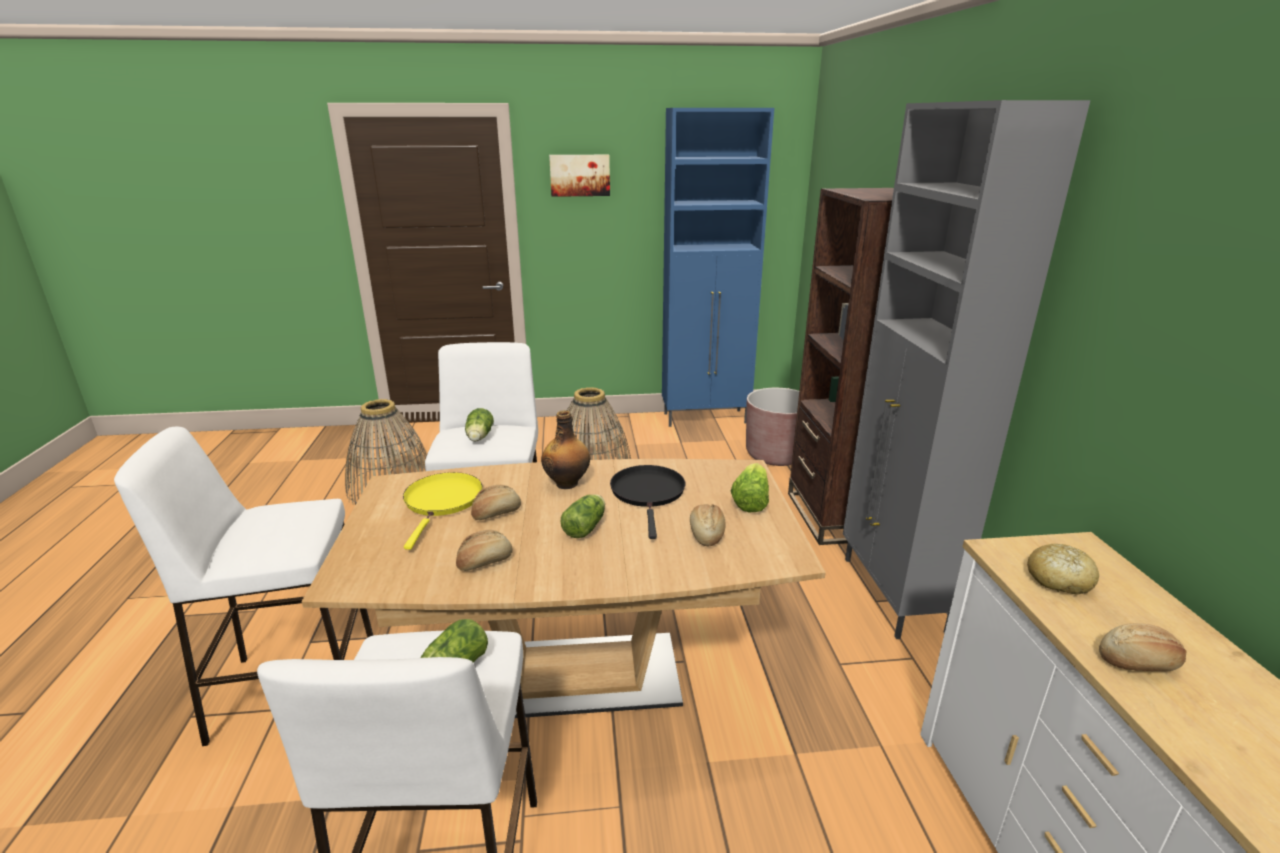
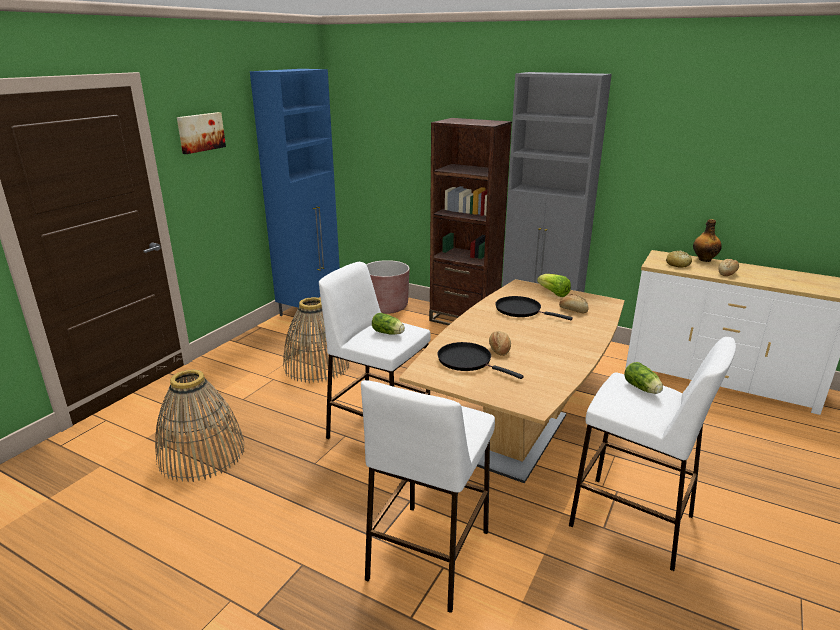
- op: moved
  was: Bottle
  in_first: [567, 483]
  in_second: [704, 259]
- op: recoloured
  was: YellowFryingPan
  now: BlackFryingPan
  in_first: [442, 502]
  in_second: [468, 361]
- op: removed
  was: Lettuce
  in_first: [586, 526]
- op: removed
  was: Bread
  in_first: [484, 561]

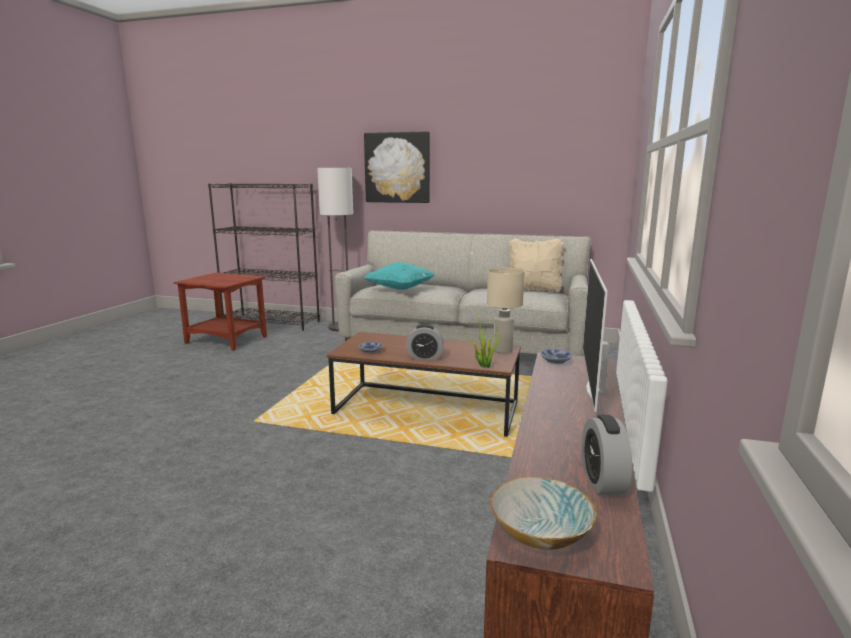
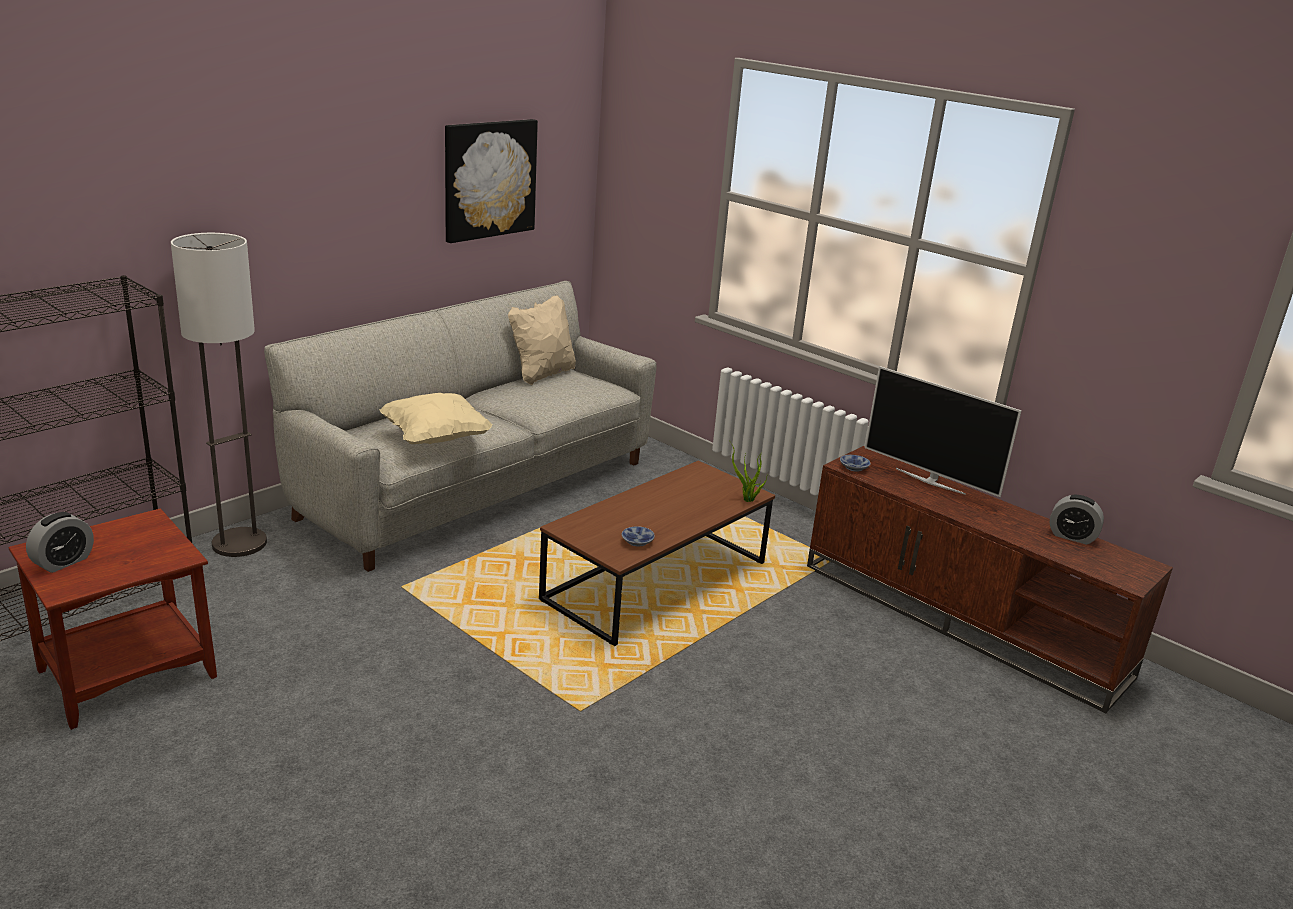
- op: moved
  was: Picture
  in_first: [397, 168]
  in_second: [489, 179]
- op: recoloured
  was: TurquoisePillow
  now: BeigePillow
  in_first: [400, 289]
  in_second: [436, 439]
- op: removed
  was: BeigeTableLamp
  in_first: [502, 351]
- op: moved
  was: AlarmClock
  in_first: [425, 357]
  in_second: [63, 562]
- op: removed
  was: Bowl
  in_first: [541, 534]

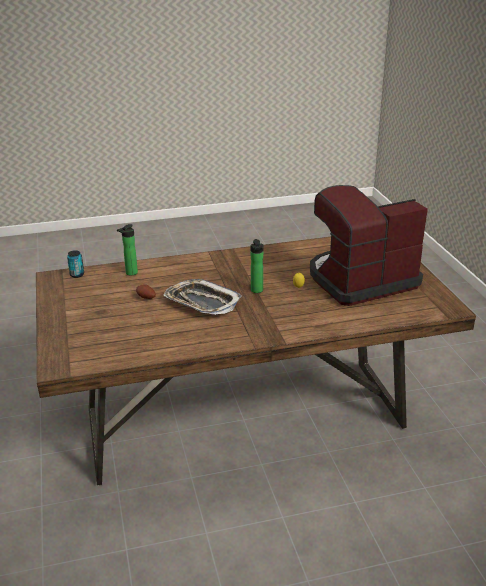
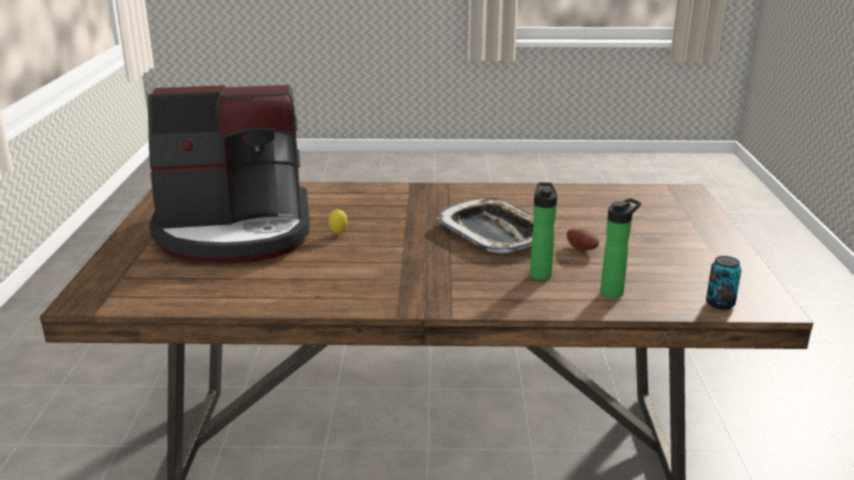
- op: moved
  was: Bottle
  in_first: [257, 291]
  in_second: [540, 273]

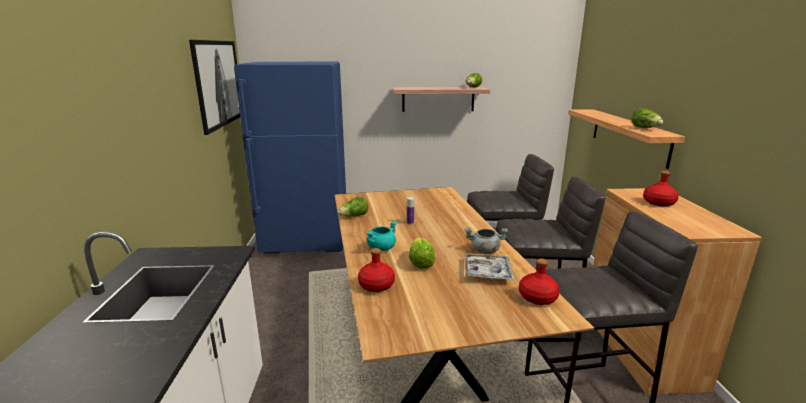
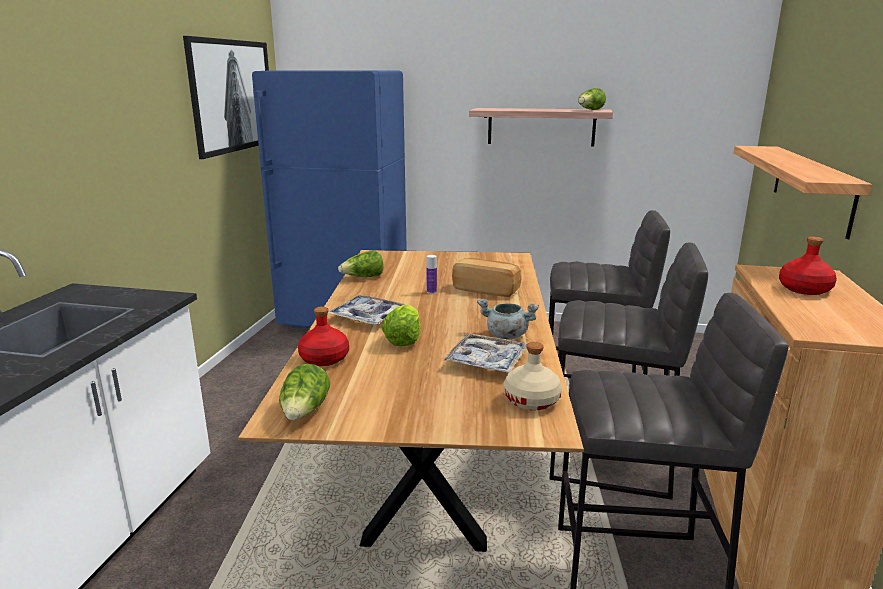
- op: moved
  was: Lettuce
  in_first: [645, 128]
  in_second: [305, 412]
- op: replaced
  was: TurquoiseCookingPot
  now: Tray
  in_first: [381, 248]
  in_second: [367, 317]
- op: recoloured
  was: RedBottle
  now: BeigeBottle
  in_first: [537, 297]
  in_second: [532, 400]
- op: added
  now: Bread
  in_second: [486, 289]

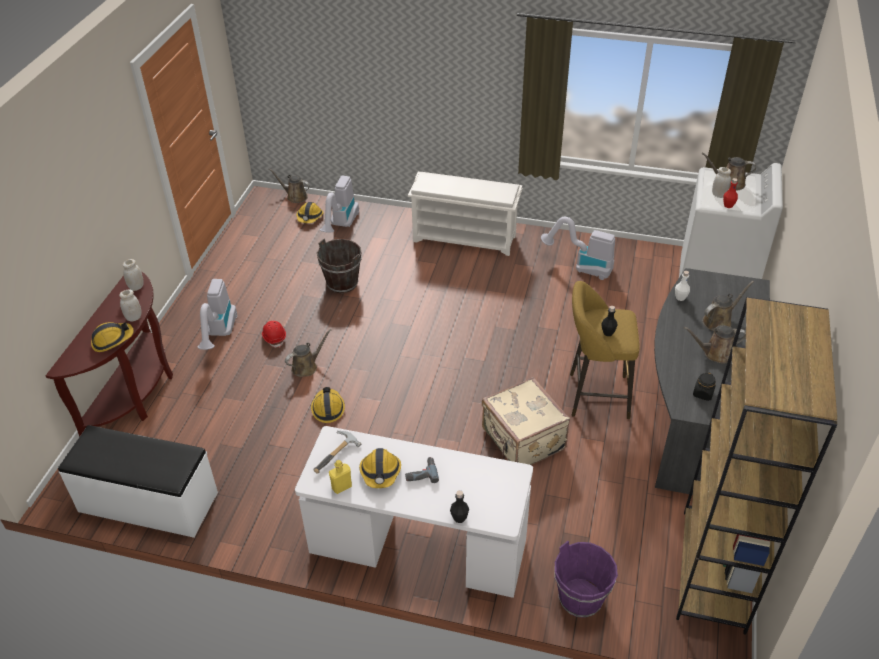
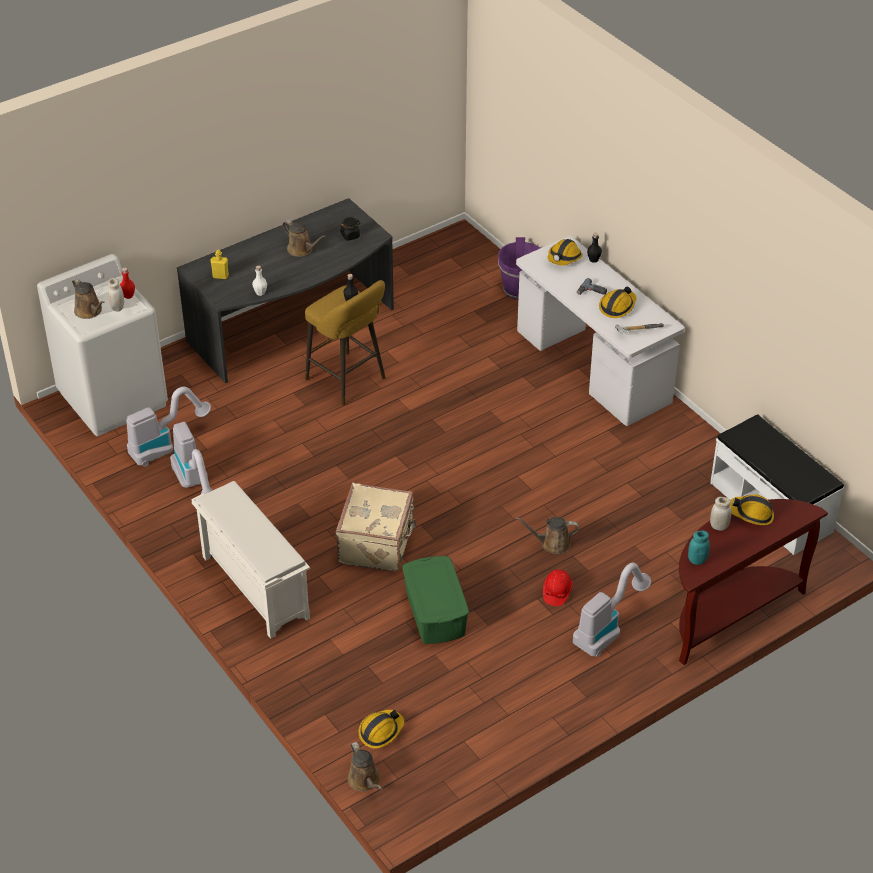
- op: moved
  was: VacuumCleaner
  in_first: [341, 226]
  in_second: [165, 446]
- op: replaced
  was: BrownBucket
  now: GreenStorageBox
  in_first: [342, 283]
  in_second: [434, 613]
- op: recoloured
  was: WhiteJar
  now: TurquoiseJar
  in_first: [136, 287]
  in_second: [697, 560]
- op: removed
  was: BrownWateringCan
  in_first: [719, 321]
- op: removed
  was: BrownBookcase
  in_first: [714, 570]
- op: moved
  was: BeigeSuitcase
  in_first: [522, 440]
  in_second: [377, 544]
- op: moved
  was: HardHat
  in_first: [328, 408]
  in_second: [564, 258]
- op: moved
  was: YellowBottle
  in_first: [341, 487]
  in_second: [220, 276]

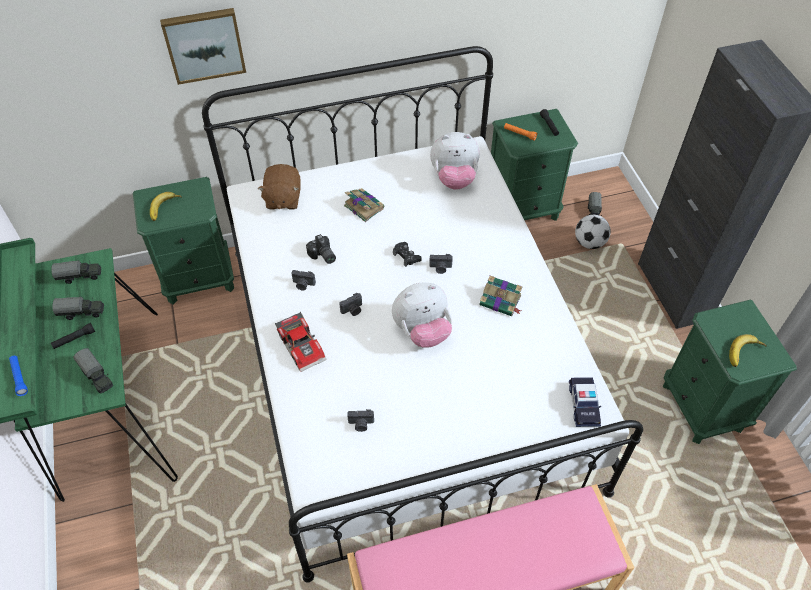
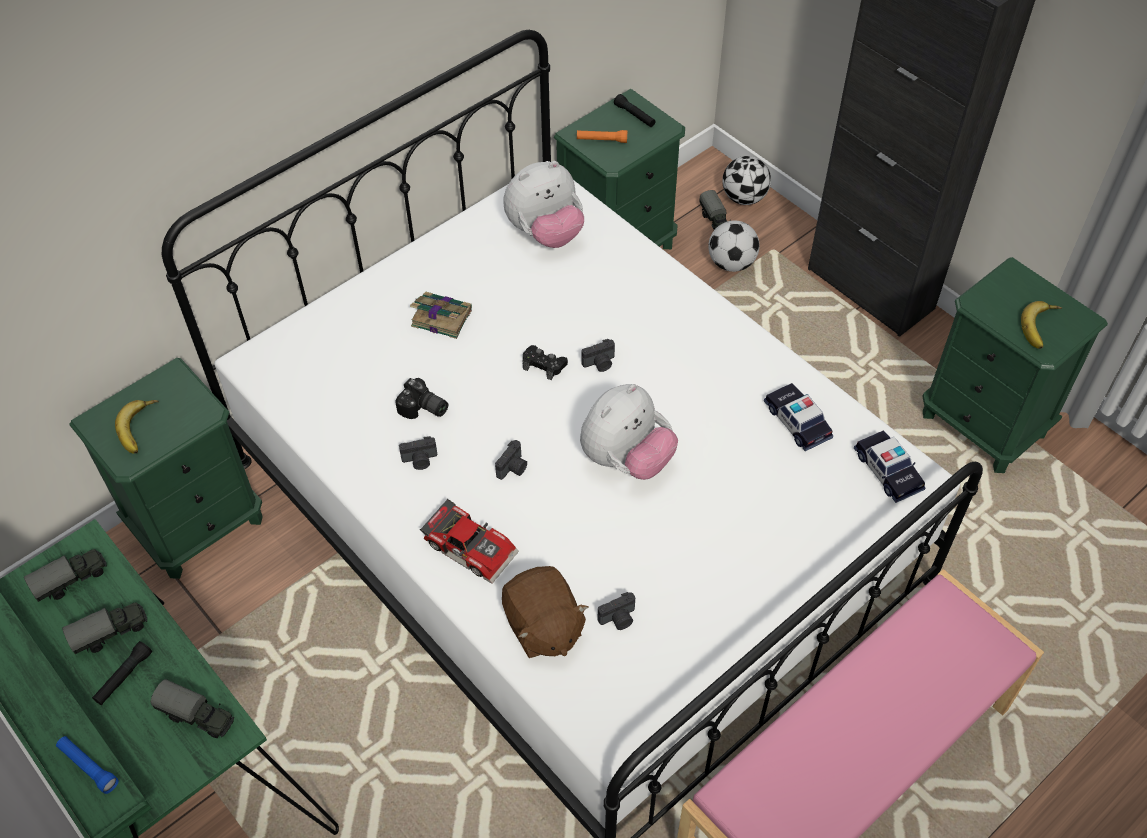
- op: removed
  was: Picture
  in_first: [204, 44]
- op: moved
  was: BrownPlushToy
  in_first: [282, 199]
  in_second: [543, 627]
- op: removed
  was: Book
  in_first: [501, 301]
- op: added
  now: Football
  in_second: [744, 198]
- op: added
  now: ToyCar
  in_second: [797, 421]

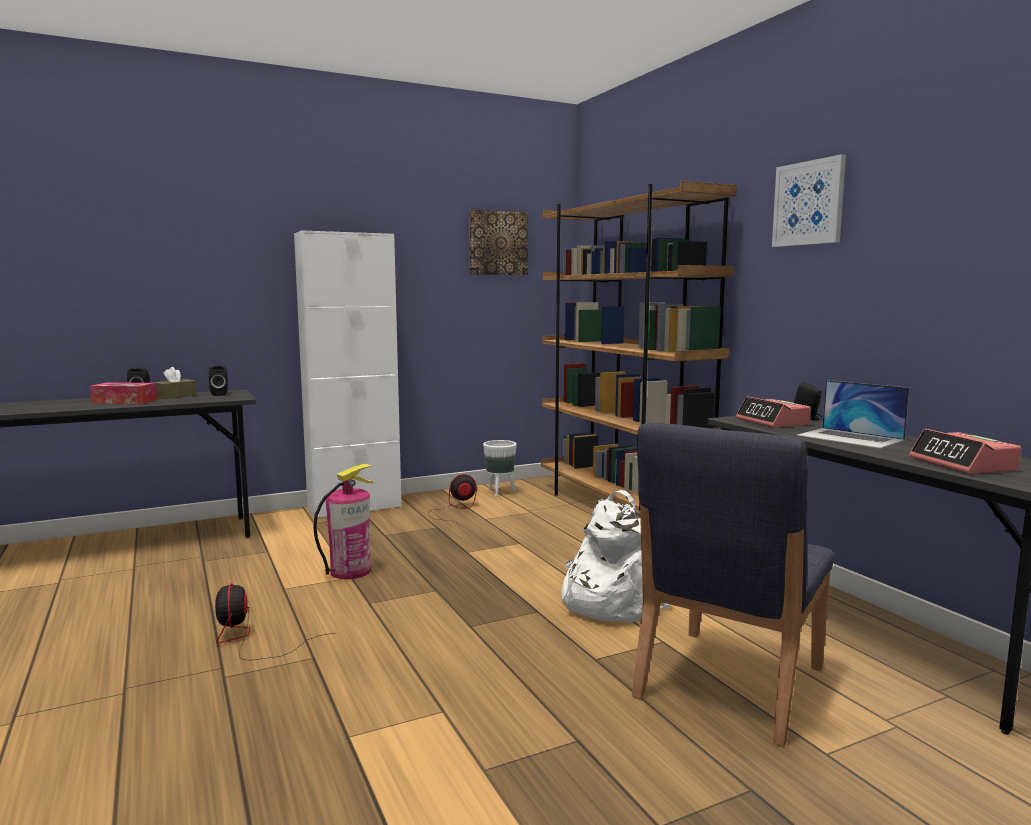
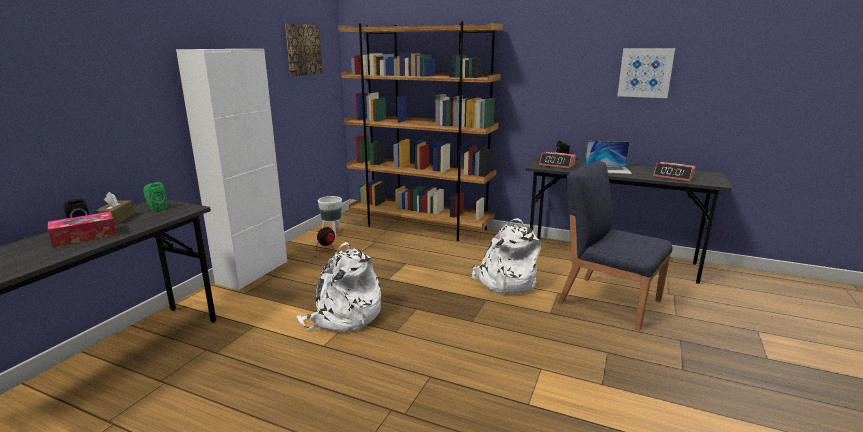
- op: moved
  was: Picture
  in_first: [809, 203]
  in_second: [645, 73]
- op: recoloured
  was: BlackSpeaker
  now: GreenSpeaker
  in_first: [220, 394]
  in_second: [156, 208]
- op: turned
  was: BlueChair
  in_first: [728, 682]
  in_second: [608, 301]
  clockwise: 135
- op: replaced
  was: FireExtinguisher
  now: WhiteBackpack
  in_first: [350, 571]
  in_second: [343, 317]
- op: removed
  was: Fan
  in_first: [249, 639]

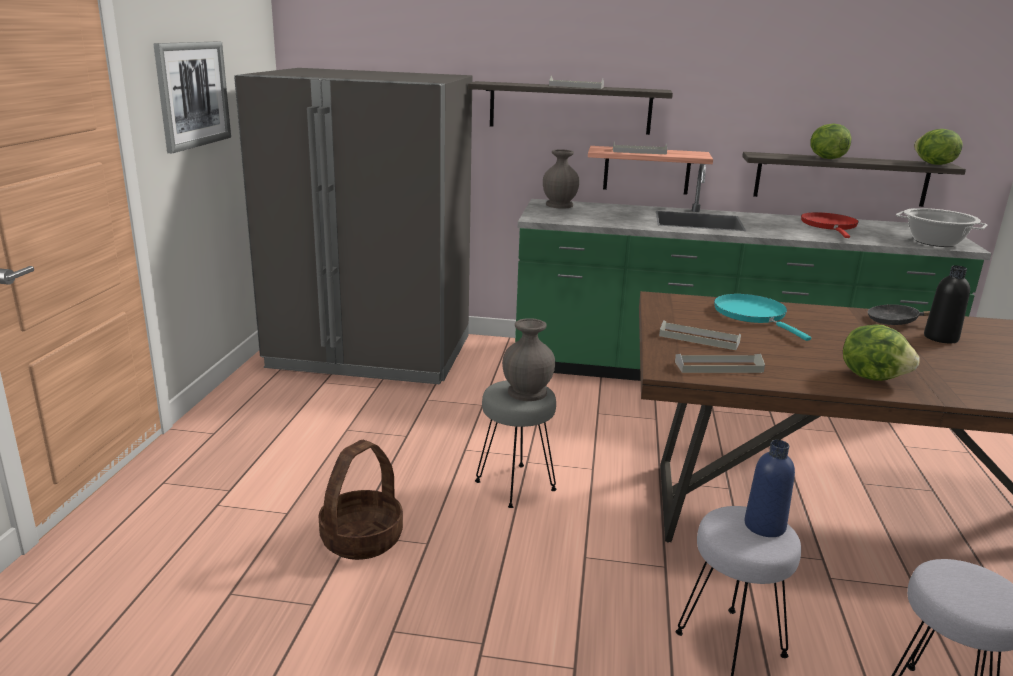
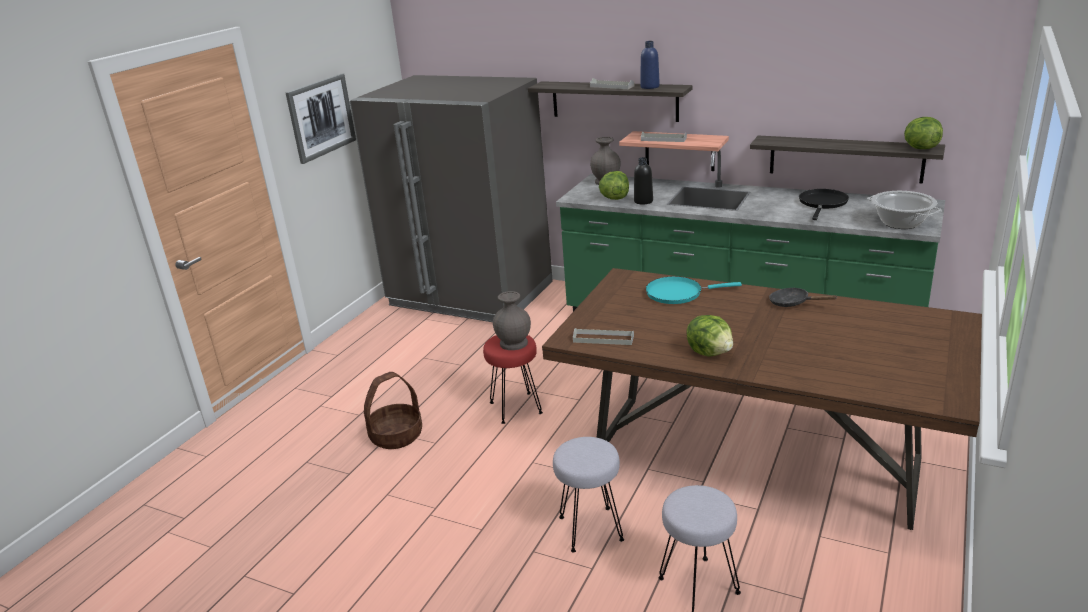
- op: moved
  was: Lettuce
  in_first: [825, 158]
  in_second: [614, 198]
- op: recoloured
  was: RedFryingPan
  now: BlackFryingPan
  in_first: [829, 226]
  in_second: [822, 203]
- op: moved
  was: BlackBottle
  in_first: [940, 338]
  in_second: [643, 201]
- op: turned
  was: TurquoiseFryingPan
  in_first: [753, 315]
  in_second: [678, 293]
  clockwise: -90
- op: removed
  was: GreyTray
  in_first: [699, 339]
- op: recoloured
  was: GreyStool
  now: RedStool
  in_first: [515, 485]
  in_second: [516, 407]
- op: moved
  was: BlueBottle
  in_first: [764, 526]
  in_second: [650, 87]

